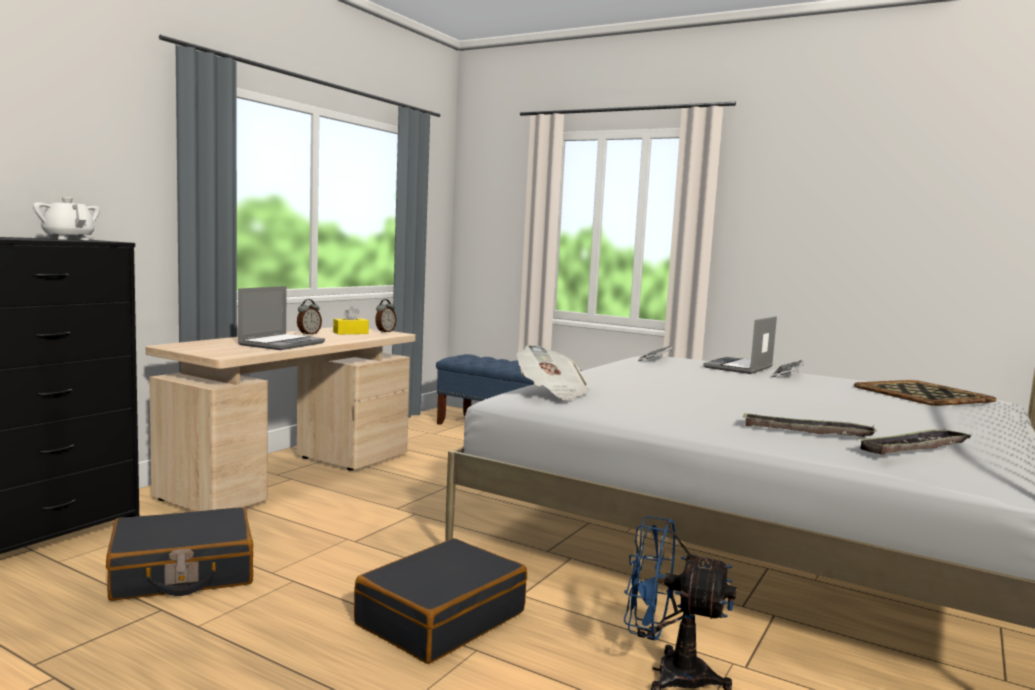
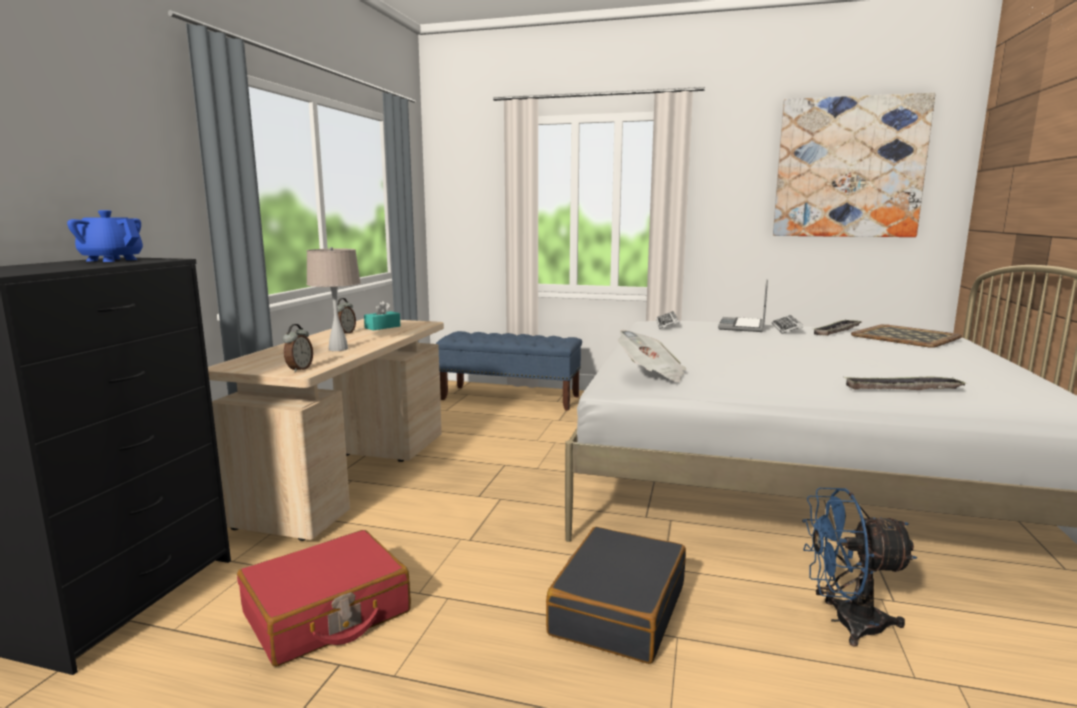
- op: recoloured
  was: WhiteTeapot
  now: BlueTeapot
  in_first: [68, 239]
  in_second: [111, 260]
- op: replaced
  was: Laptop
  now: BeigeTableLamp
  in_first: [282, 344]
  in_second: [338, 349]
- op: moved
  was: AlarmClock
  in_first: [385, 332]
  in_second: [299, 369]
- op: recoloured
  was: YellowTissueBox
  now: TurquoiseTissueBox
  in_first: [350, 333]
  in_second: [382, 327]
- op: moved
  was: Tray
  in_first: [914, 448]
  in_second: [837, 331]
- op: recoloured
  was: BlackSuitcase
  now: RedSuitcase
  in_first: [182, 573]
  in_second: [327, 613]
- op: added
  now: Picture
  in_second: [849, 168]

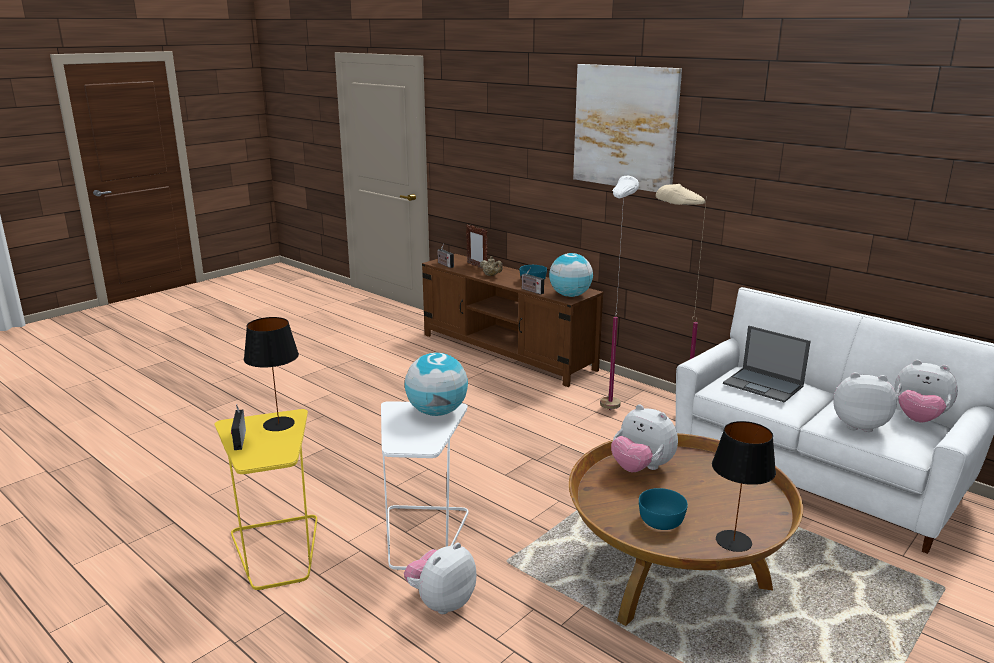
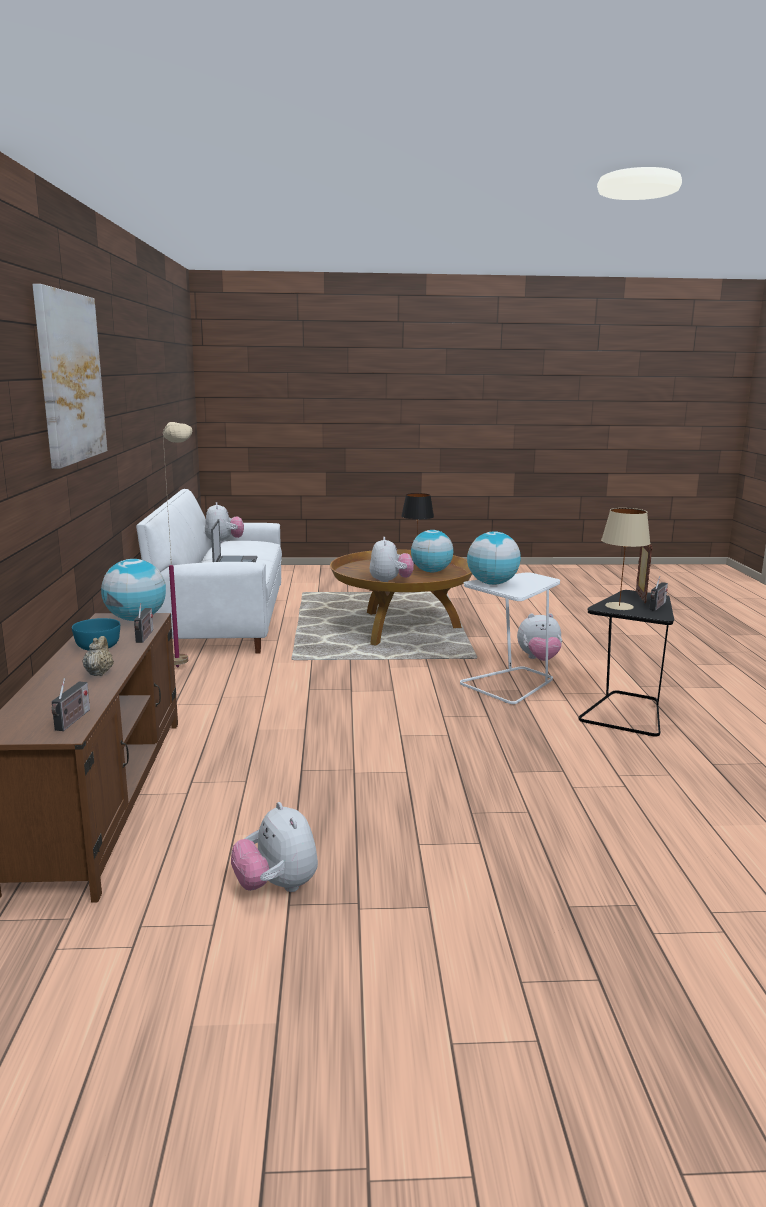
- op: removed
  was: WhiteFloorLamp
  in_first: [611, 402]
- op: moved
  was: PictureFrame
  in_first: [477, 266]
  in_second: [640, 597]
- op: recoloured
  was: BlackTableLamp
  now: BeigeTableLamp
  in_first: [278, 424]
  in_second: [619, 606]
- op: moved
  was: PlushToy
  in_first: [858, 425]
  in_second: [277, 886]
- op: recoloured
  was: YellowSideTable
  now: BlackSideTable
  in_first: [277, 551]
  in_second: [625, 713]
- op: replaced
  was: TurquoiseBowl
  now: Globe
  in_first: [660, 521]
  in_second: [431, 571]

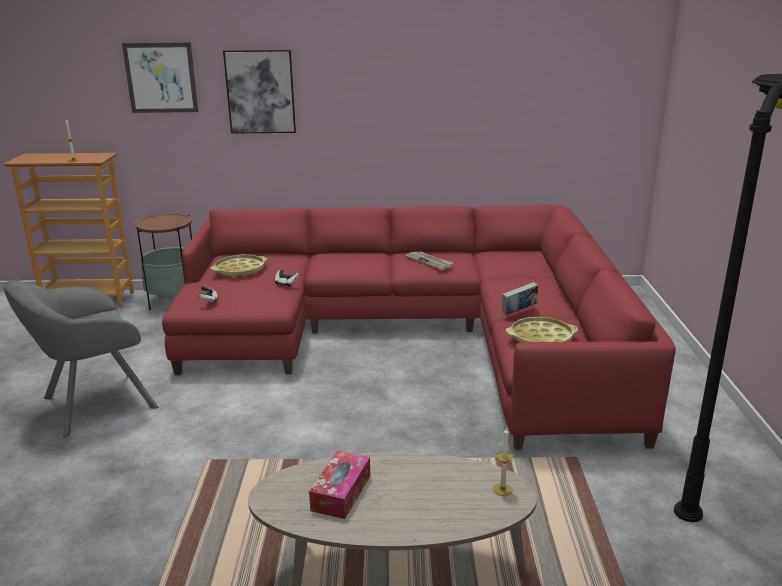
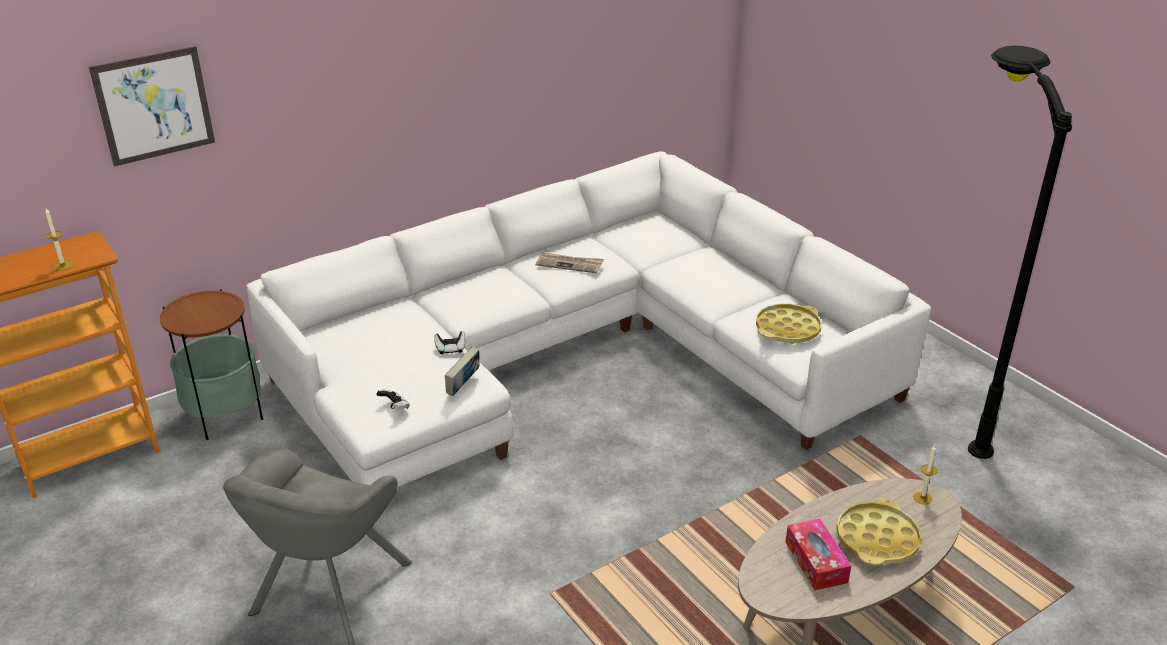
- op: removed
  was: Picture
  in_first: [260, 92]
- op: recoloured
  was: RedSofa
  now: WhiteSofa
  in_first: [417, 335]
  in_second: [579, 355]
- op: moved
  was: YellowTray
  in_first: [240, 270]
  in_second: [877, 539]
- op: moved
  was: Book
  in_first: [519, 312]
  in_second: [463, 386]

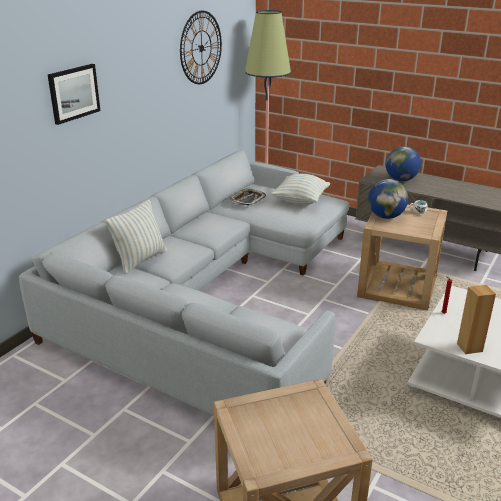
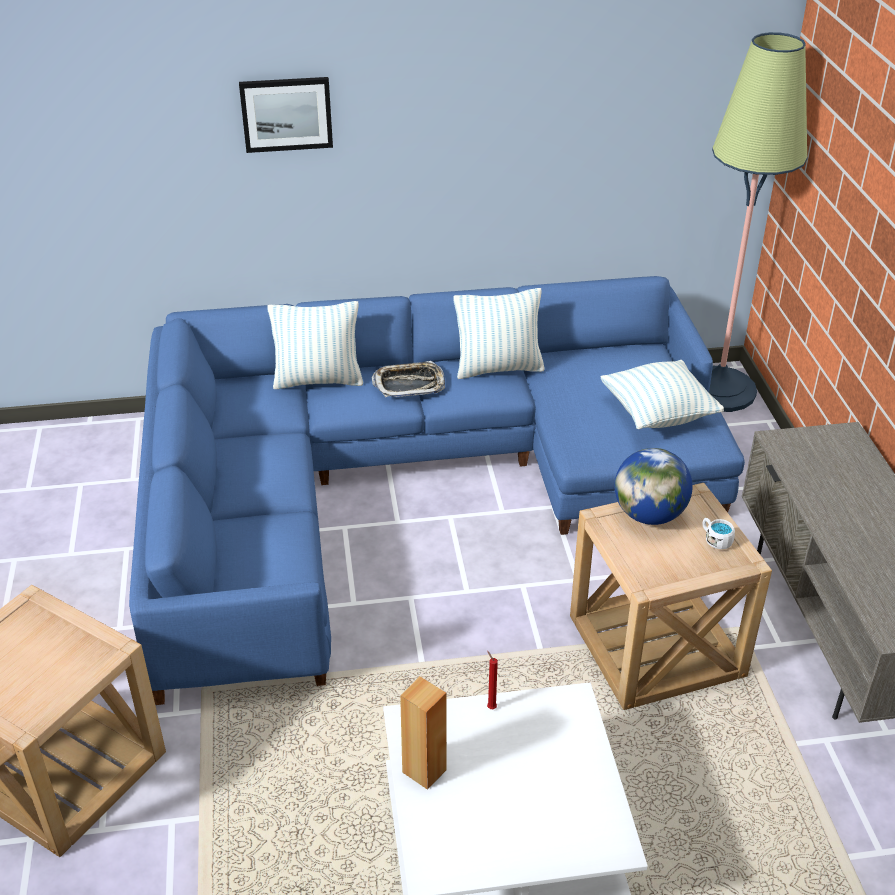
- op: removed
  was: WallClock
  in_first: [201, 48]
- op: removed
  was: Globe
  in_first: [401, 179]
- op: recoloured
  was: GreySofa
  now: BlueSofa
  in_first: [211, 295]
  in_second: [409, 481]
- op: moved
  was: Tray
  in_first: [247, 200]
  in_second: [409, 384]
- op: added
  now: Pillow
  in_second: [498, 368]

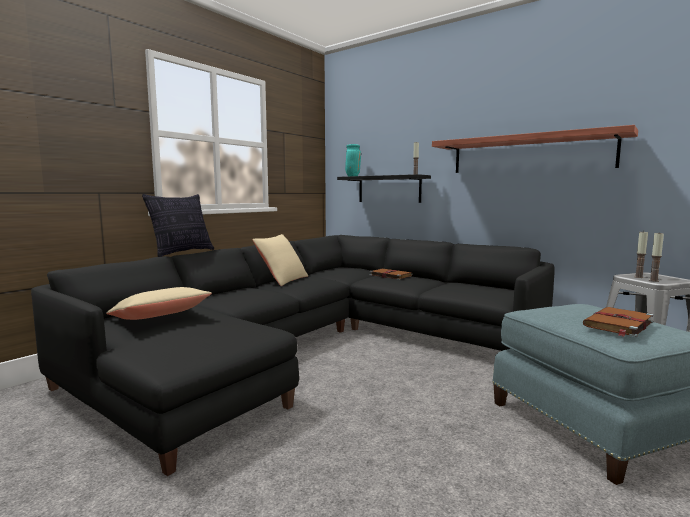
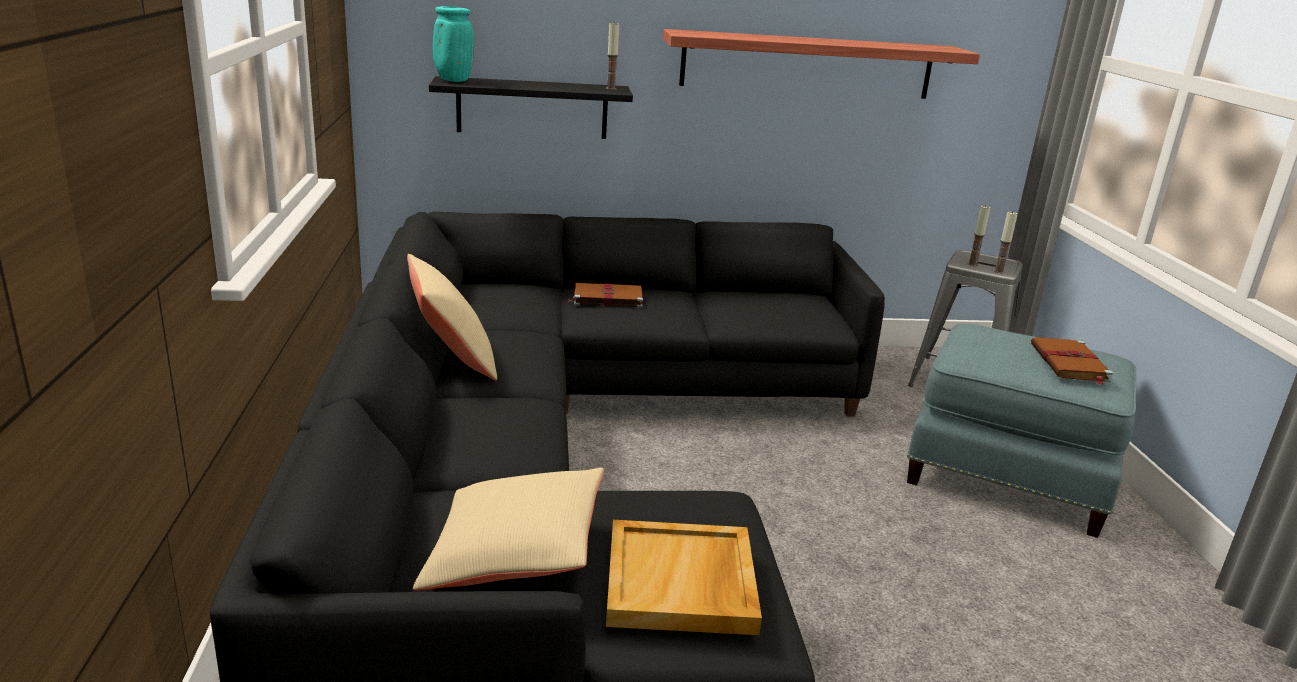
- op: removed
  was: Pillow
  in_first: [182, 253]
- op: added
  now: BeigeTray
  in_second: [682, 582]

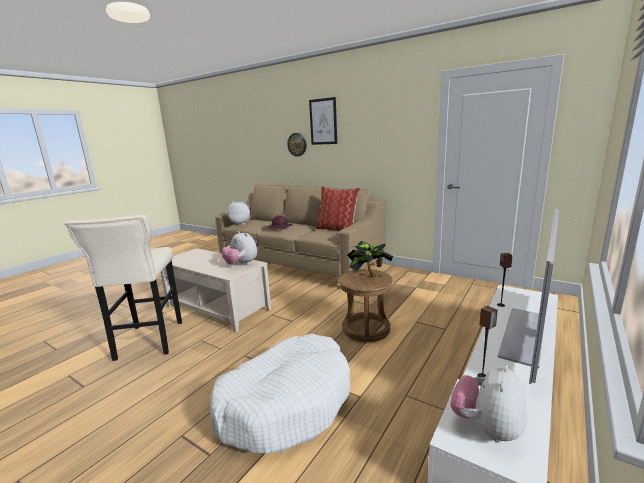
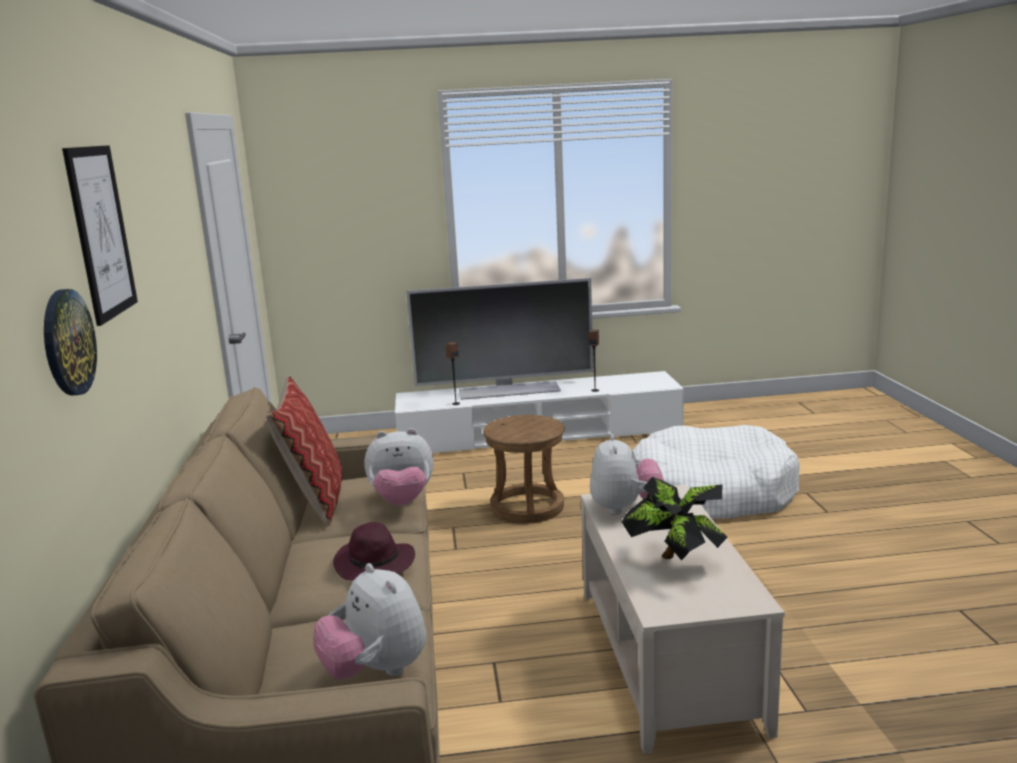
- op: removed
  was: BeigeStool
  in_first: [149, 342]
- op: moved
  was: PottedPlant
  in_first: [368, 276]
  in_second: [675, 561]
- op: moved
  was: PlushToy
  in_first: [487, 428]
  in_second: [402, 501]

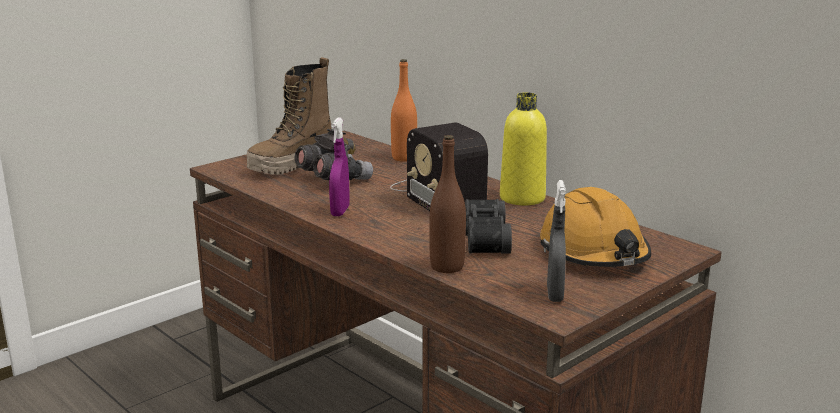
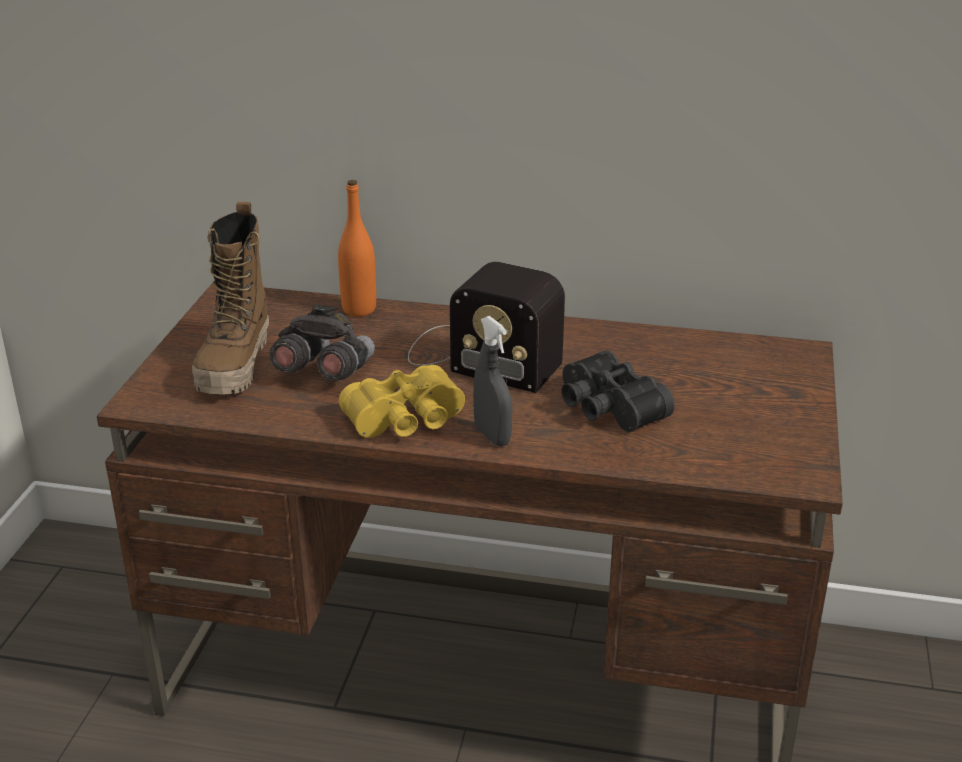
- op: removed
  was: YellowBottle
  in_first: [522, 198]
- op: replaced
  was: PurpleSprayBottle
  now: YellowBinoculars
  in_first: [340, 211]
  in_second: [407, 421]
- op: removed
  was: BrownBottle
  in_first: [447, 267]
- op: moved
  was: GreySprayBottle
  in_first: [554, 294]
  in_second: [492, 436]
- op: removed
  was: OrangeHardHat
  in_first: [594, 253]

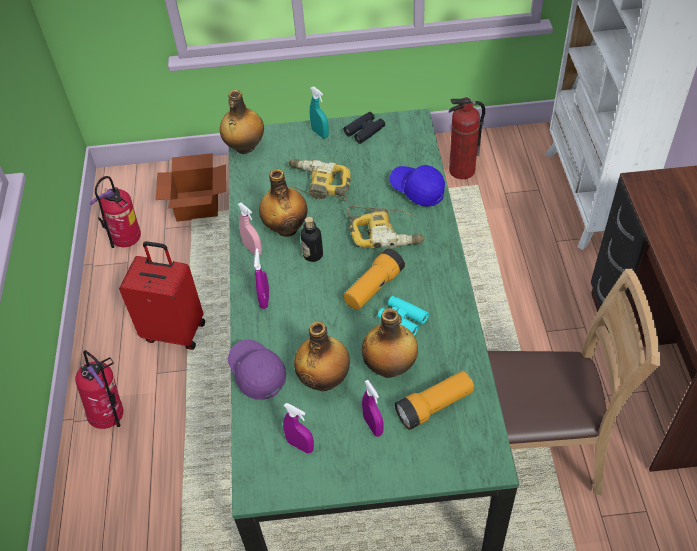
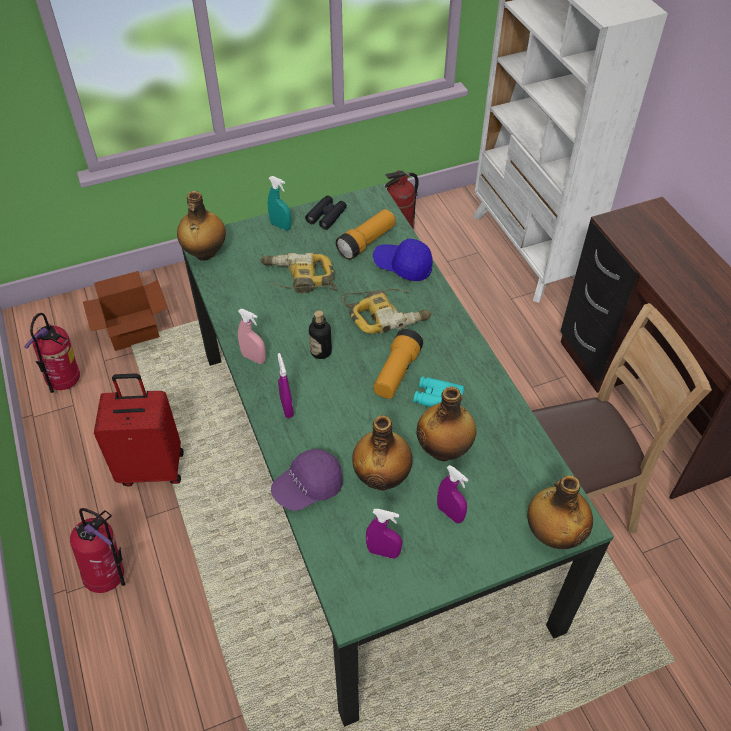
- op: moved
  was: Bottle
  in_first: [286, 228]
  in_second: [553, 534]
- op: turned
  was: PurpleCap
  in_first: [257, 373]
  in_second: [308, 487]
  clockwise: -75
- op: moved
  was: Flashlight
  in_first: [434, 406]
  in_second: [366, 242]

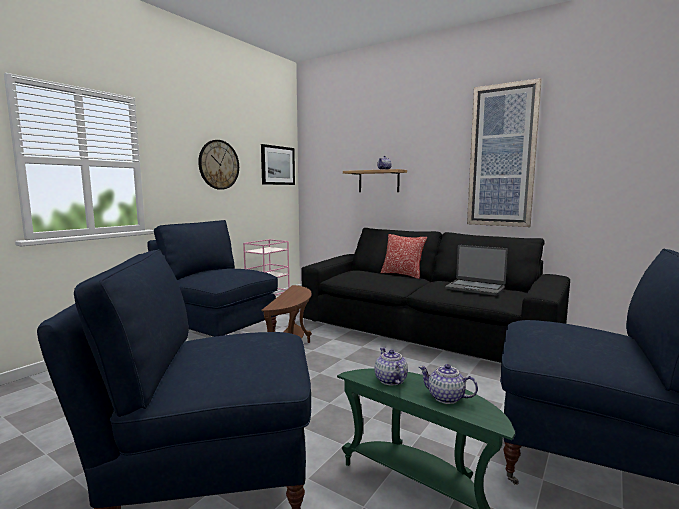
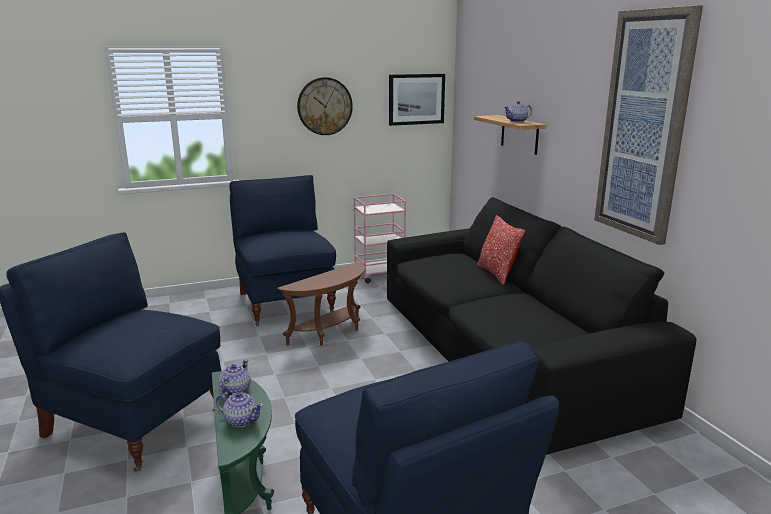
- op: removed
  was: Laptop
  in_first: [475, 288]
- op: turned
  was: Teapot
  in_first: [446, 398]
  in_second: [241, 420]
  clockwise: 135

